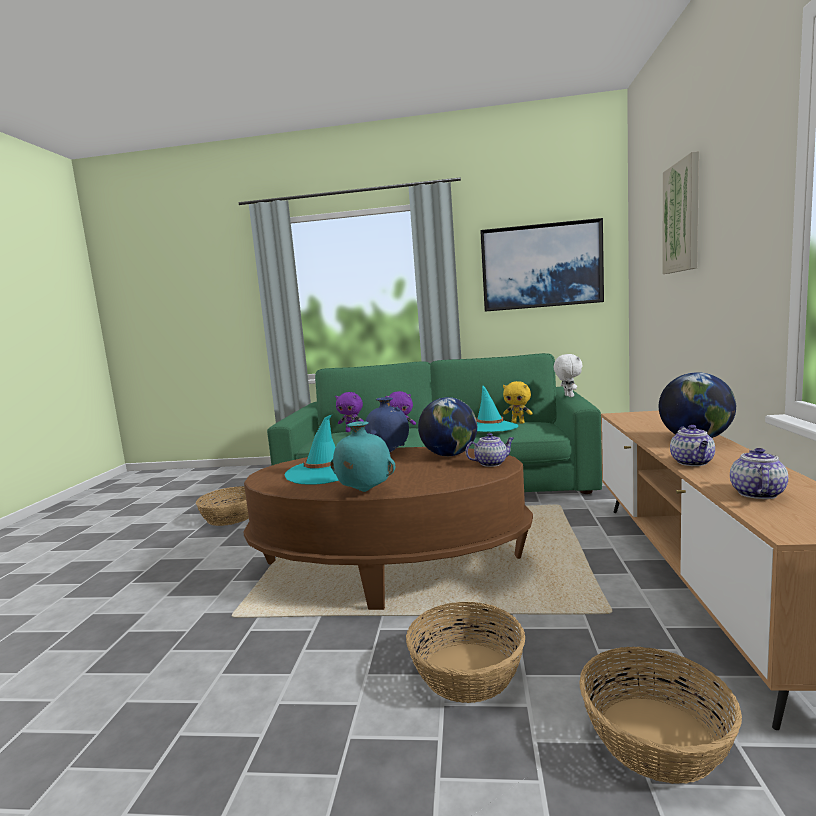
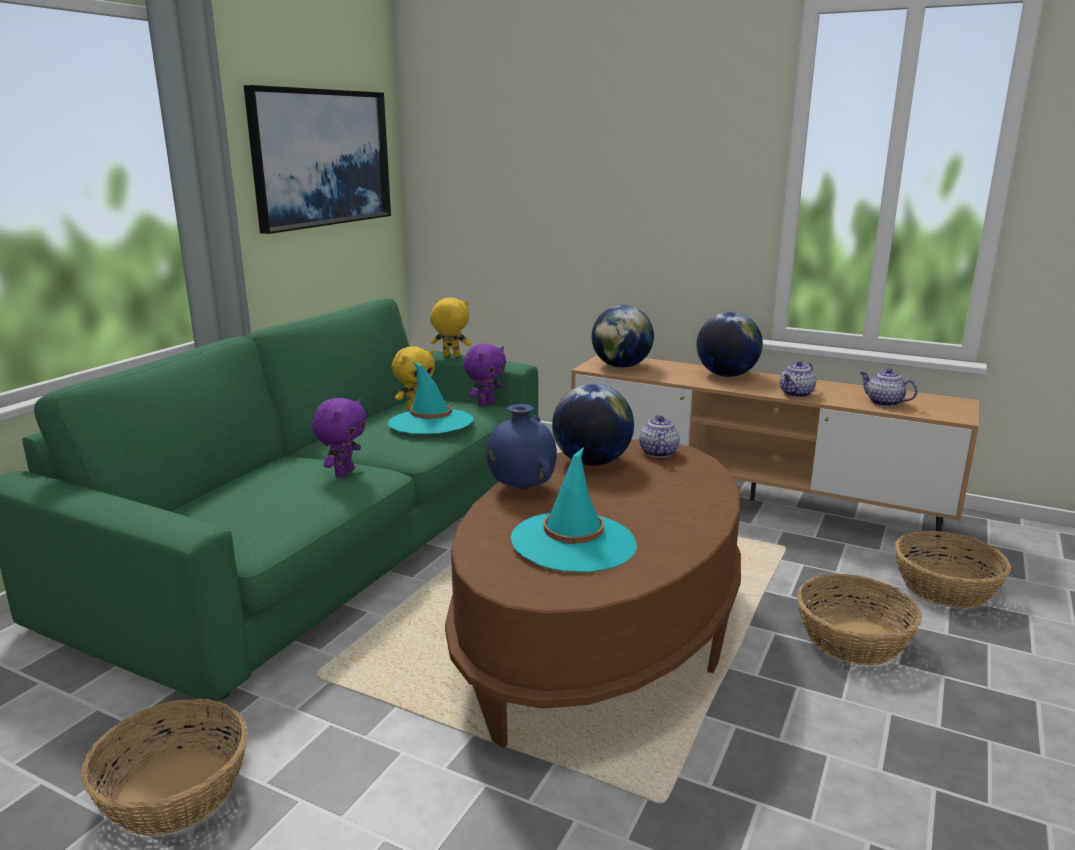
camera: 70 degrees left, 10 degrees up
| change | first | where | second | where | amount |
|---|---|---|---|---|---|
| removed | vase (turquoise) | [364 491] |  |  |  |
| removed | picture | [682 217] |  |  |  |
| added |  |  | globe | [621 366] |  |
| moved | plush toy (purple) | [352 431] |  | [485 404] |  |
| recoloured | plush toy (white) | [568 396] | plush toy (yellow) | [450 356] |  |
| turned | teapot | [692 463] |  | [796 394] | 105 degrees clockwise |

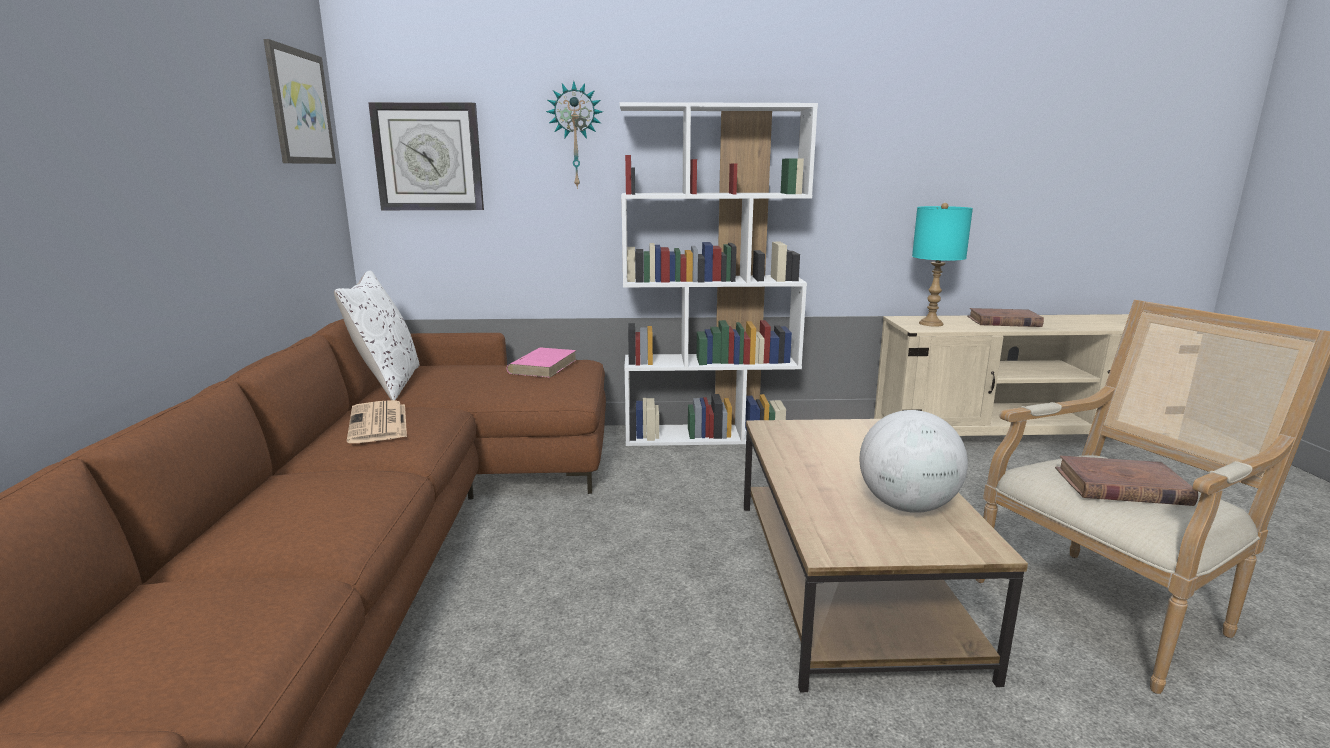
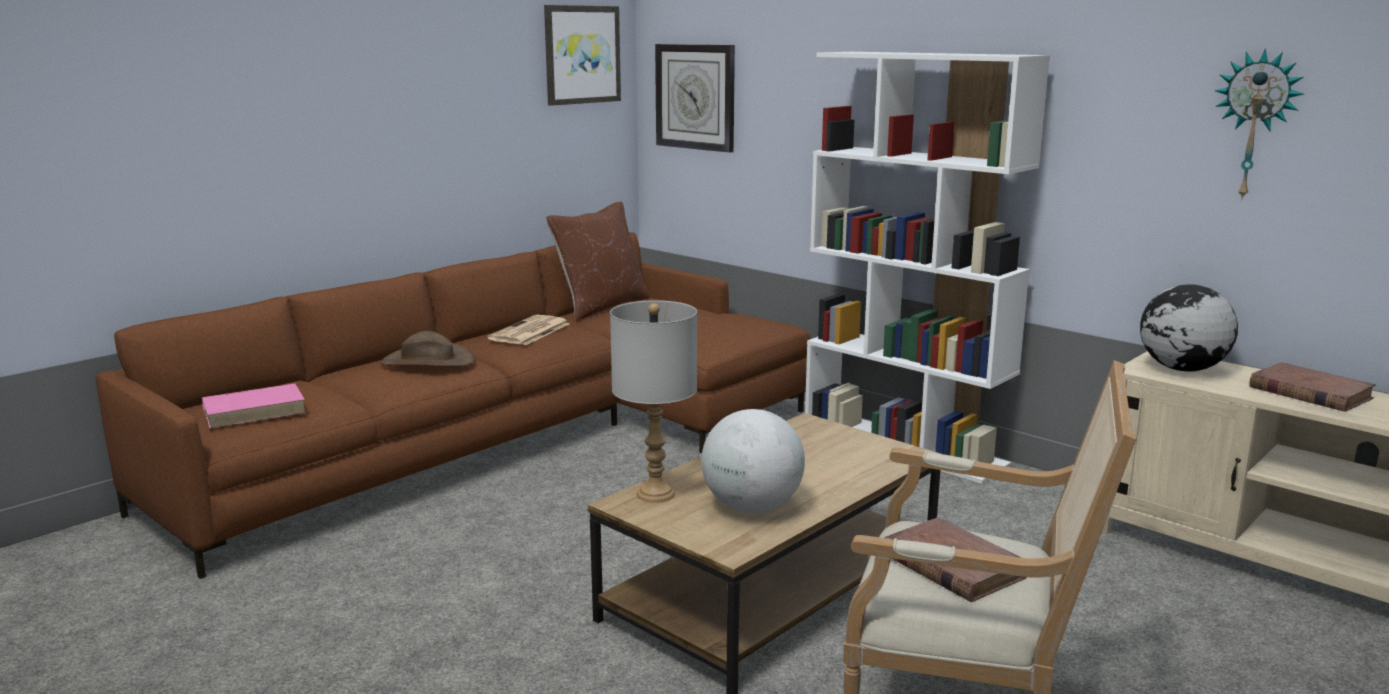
camera: 45 degrees right, 0 degrees up
| change | first | where | second | where | amount |
|---|---|---|---|---|---|
| added |  |  | hat (brown) | [427 362] |  |
| added |  |  | table lamp (grey) | [656 494] |  |
| moved | book (pink) | [543 366] |  | [255 410] |  |
| moved | wall clock | [575 136] |  | [1255 125] |  |
| replaced | table lamp (turquoise) | [930 324] | globe | [1181 369] |  |
| recoloured | pillow (white) | [387 383] | pillow (brown) | [601 306] |  |

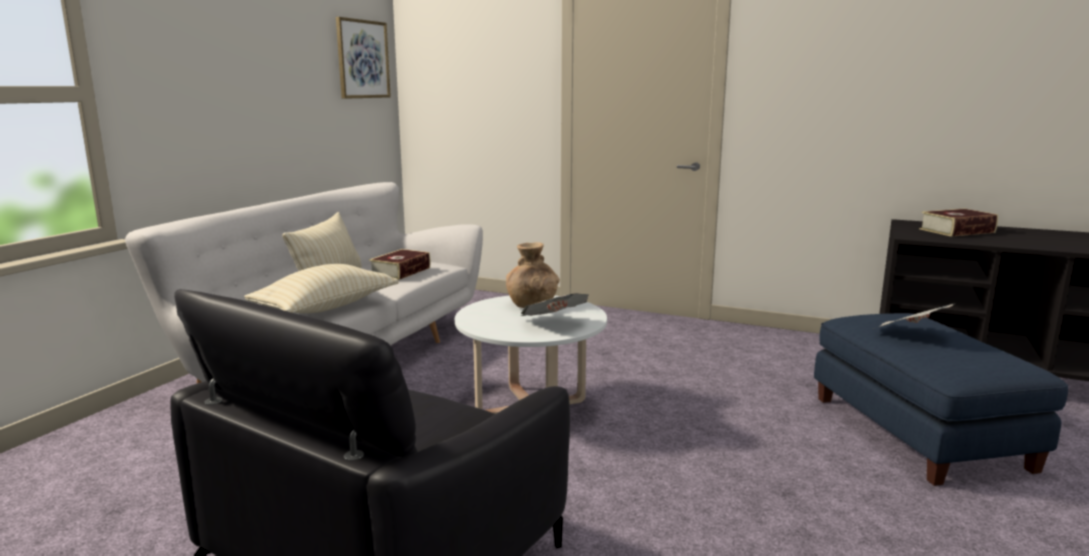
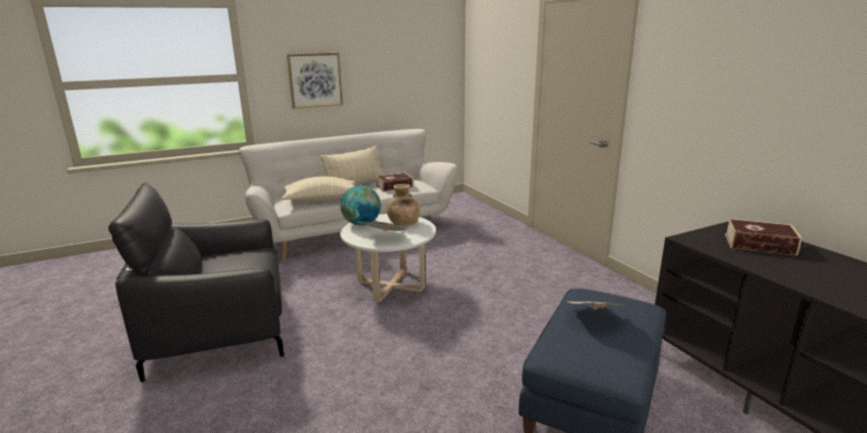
camera: 40 degrees right, 5 degrees up
| change | first | where | second | where | amount |
|---|---|---|---|---|---|
| added |  |  | globe | [361 224] |  |
| moved | picture | [362 59] |  | [315 80] |  |

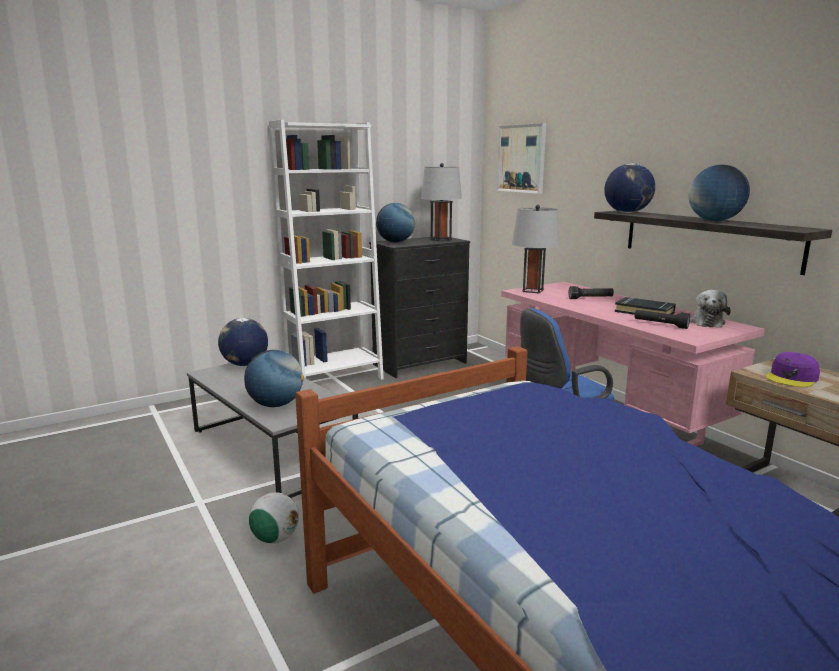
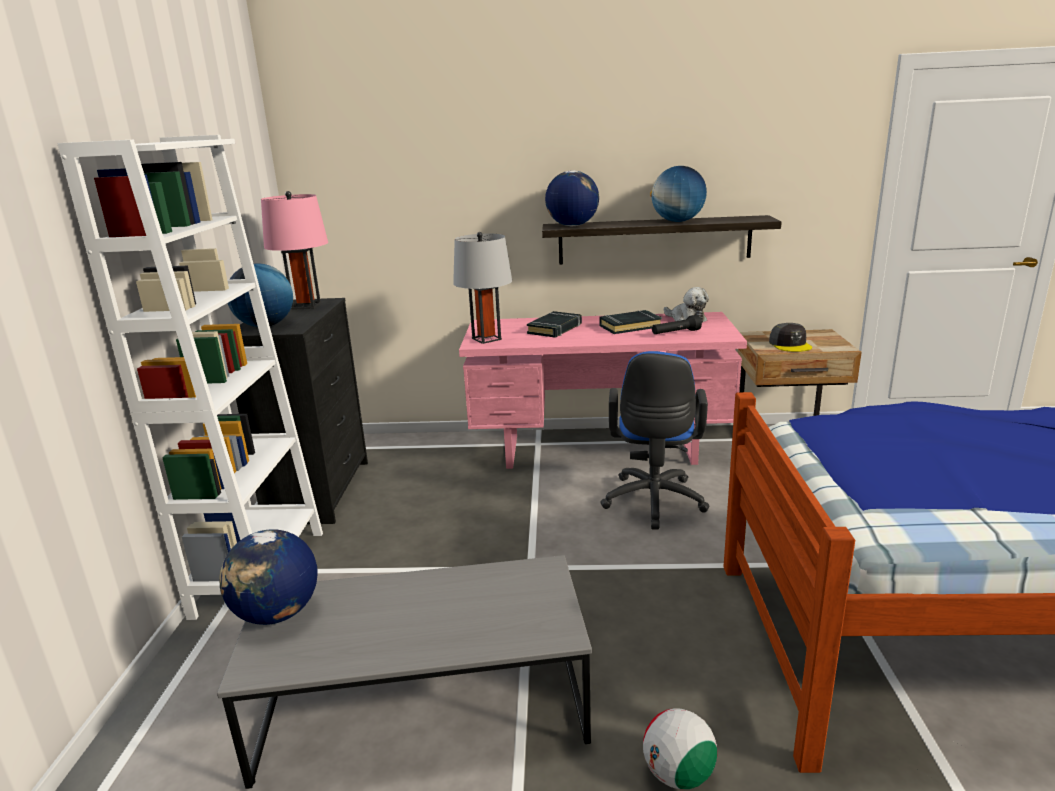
camera: 55 degrees left, 5 degrees up
| change | first | where | second | where | amount |
|---|---|---|---|---|---|
| removed | globe | [275 405] |  |  |  |
| removed | picture | [521 158] |  |  |  |
| replaced | flashlight (black) | [590 298] | book (black) | [555 329] |  |
| recoloured | table lamp (grey) | [440 240] | table lamp (pink) | [306 306] |  |
| recoloured | cap (purple) | [792 378] | cap (grey) | [790 345] |  |

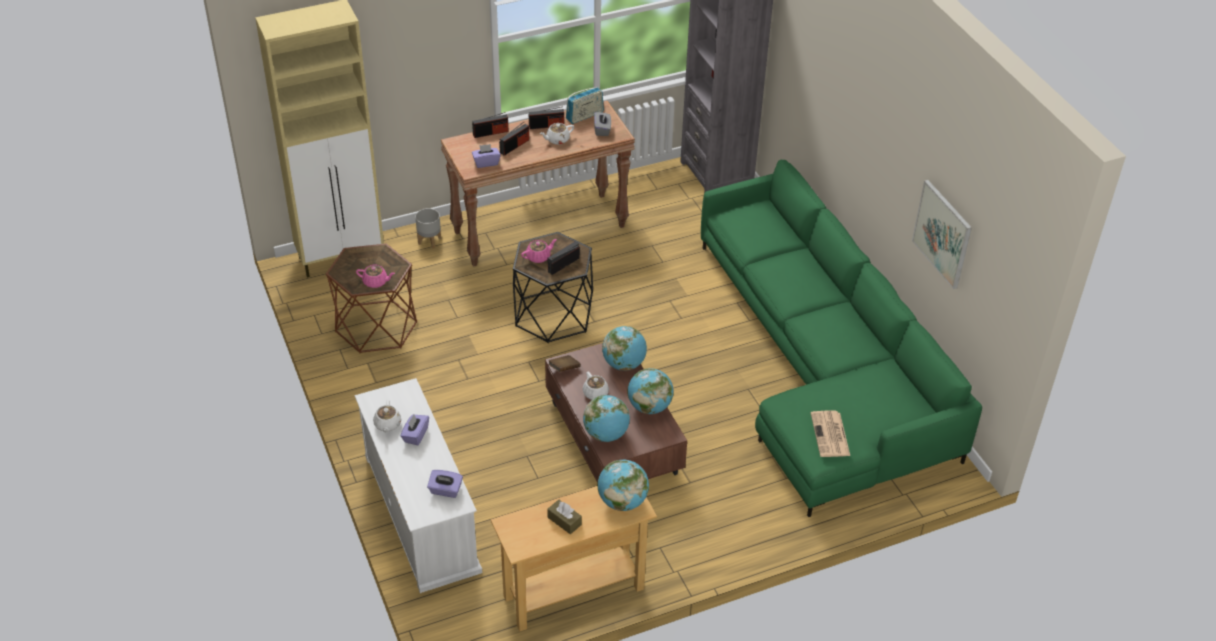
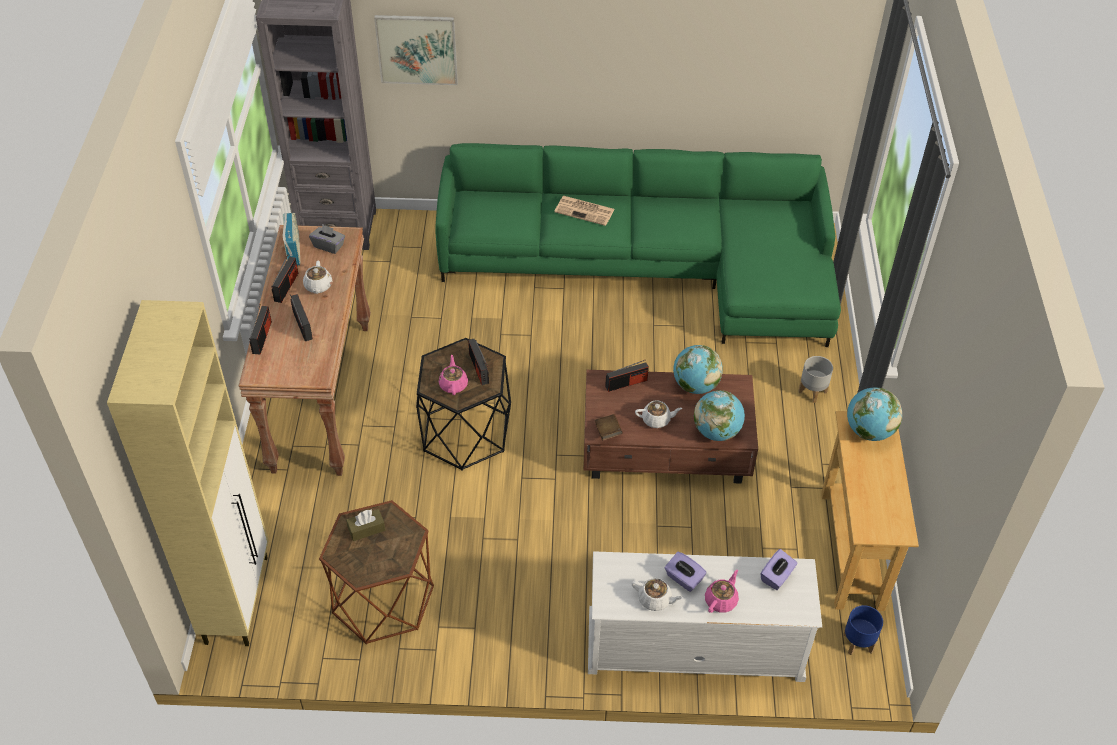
camera: 65 degrees left, 5 degrees up
| change | first | where | second | where | amount |
|---|---|---|---|---|---|
| removed | tissue box (purple) | [486 162] |  |  |  |
| added |  |  | planter (blue) | [858 643] |  |
| moved | teapot (pink) | [376 282] |  | [721 600] |  |
| moved | planter (grey) | [429 240] |  | [812 391] |  |
| moved | tissue box (brown) | [564 521] |  | [366 529] |  |
| moved | newspaper | [830 435] |  | [585 211] |  |
| moved | picture | [942 233] |  | [417 49] |  |
| replaced | globe | [624 364] | radio | [626 383] |  |

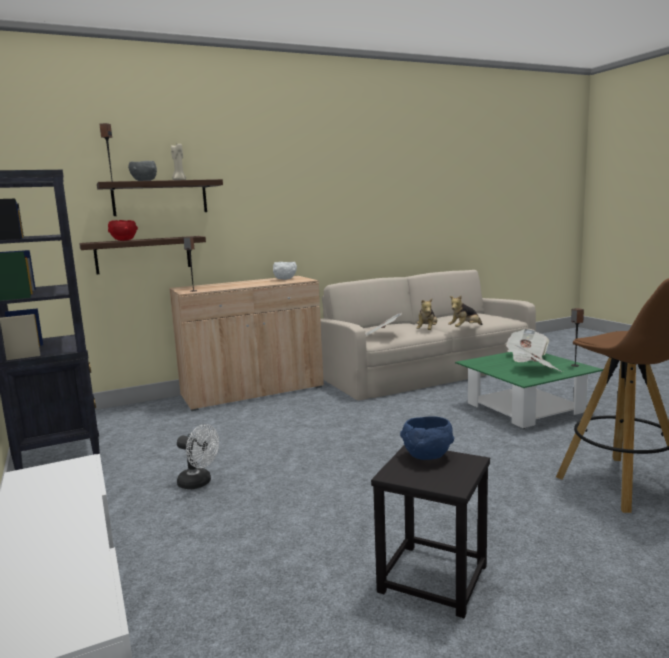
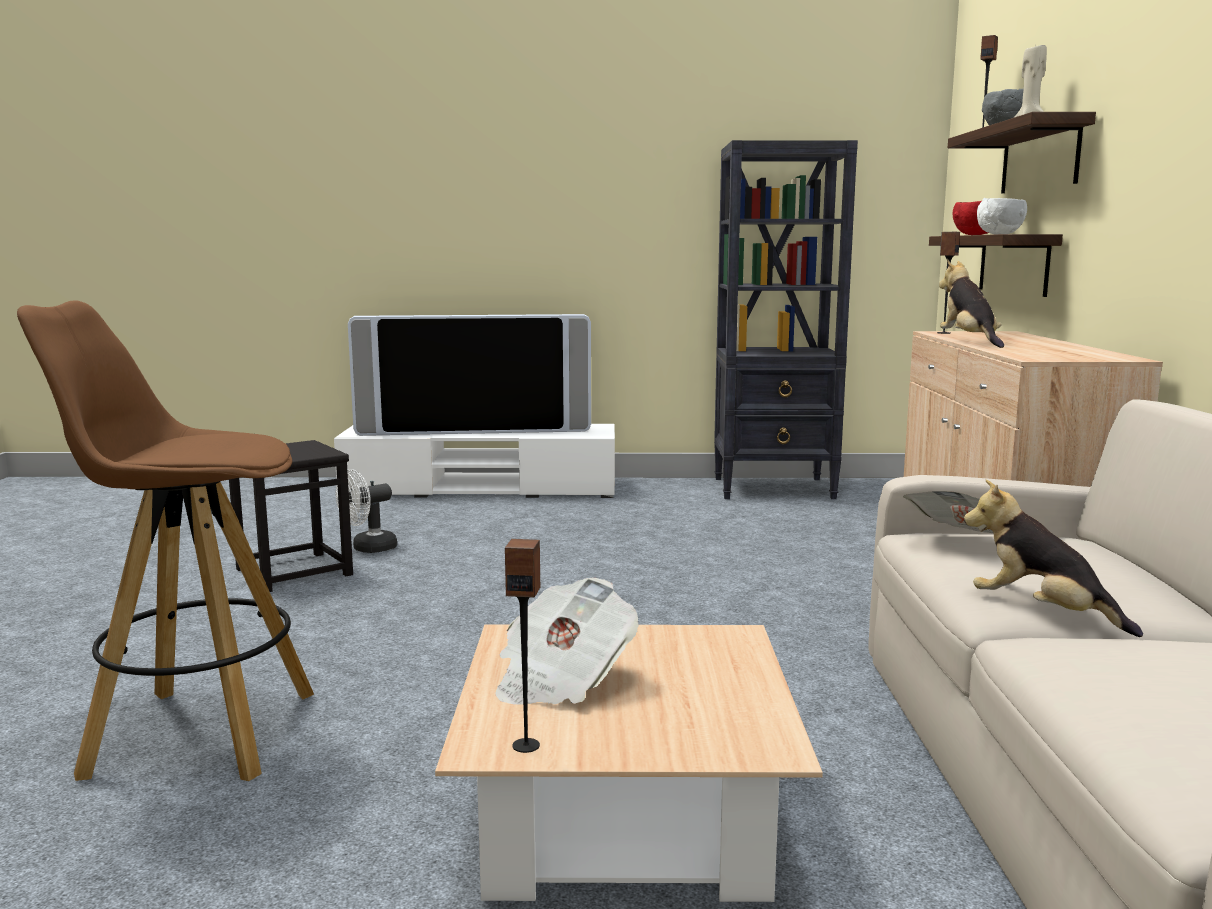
camera: 115 degrees right, 0 degrees up
| change | first | where | second | where | amount |
|---|---|---|---|---|---|
| removed | bowl (blue) | [428 456] |  |  |  |
| removed | newspaper | [526 357] |  |  |  |
| added |  |  | television | [474 431] |  |
| moved | fan (white) | [199 483] |  | [368 549] |  |
| moved | bowl (white) | [285 279] |  | [999 234] |  |
| moved | plush toy | [465 328] |  | [969 342] |  |
| recoloured | coffee table (green) | [524 408] | coffee table (beige) | [625 819] |  |

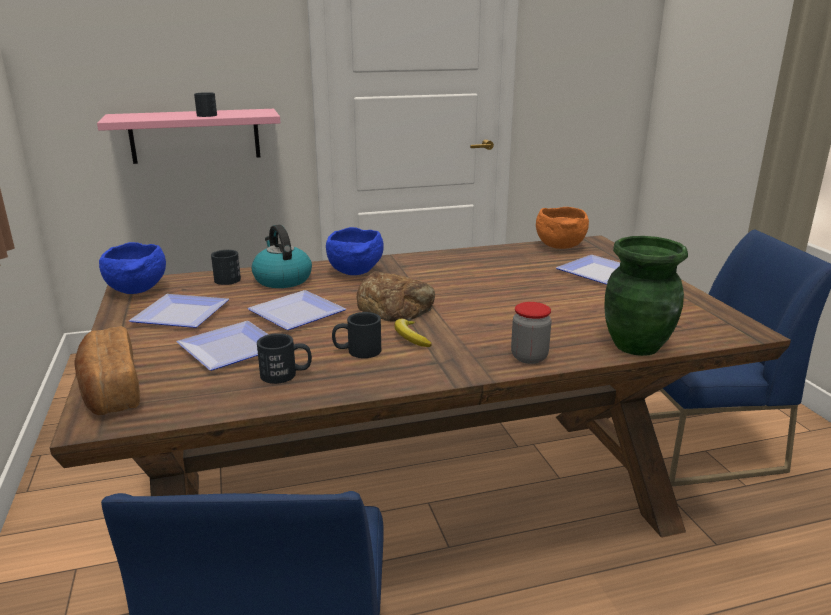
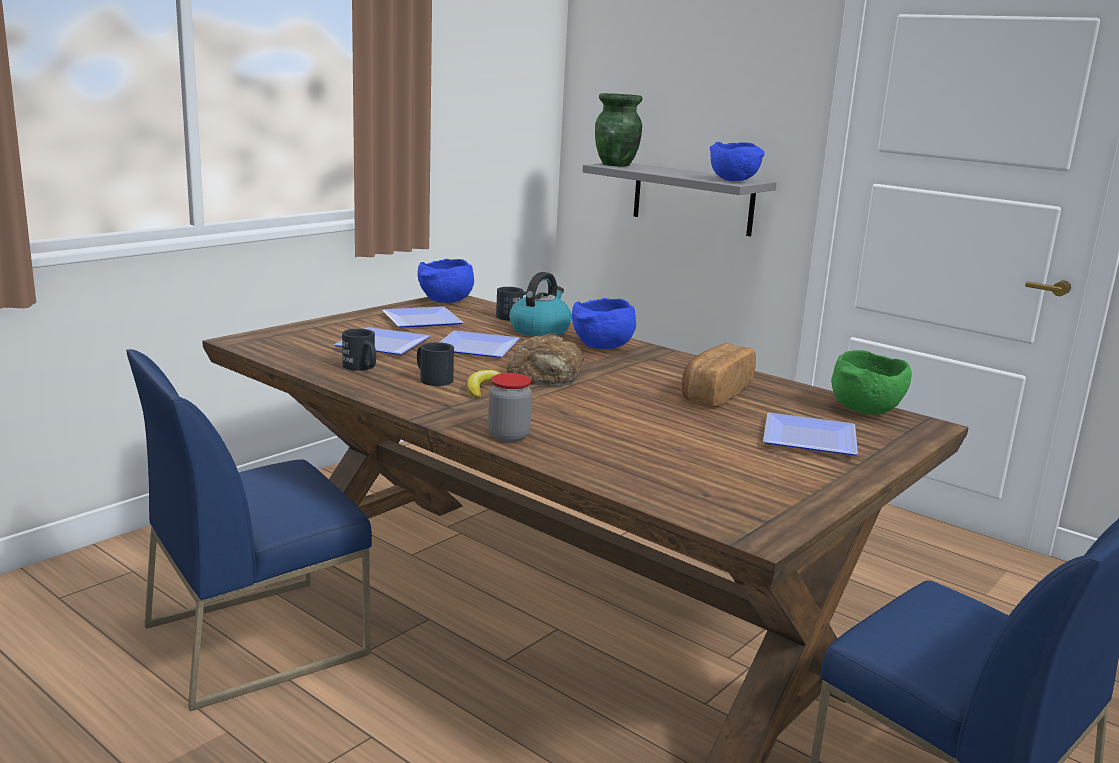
camera: 55 degrees right, 5 degrees down
| change | first | where | second | where | amount |
|---|---|---|---|---|---|
| removed | mug (black) | [206 115] |  |  |  |
| added |  |  | bowl (blue) | [734 181] |  |
| moved | bread | [110 390] |  | [714 393] |  |
| moved | vase (green) | [637 345] |  | [616 164] |  |
| recoloured | shelf (pink) | [195 136] | shelf (grey) | [692 198] |  |
| recoloured | bowl (orange) | [559 246] | bowl (green) | [866 410] |  |

